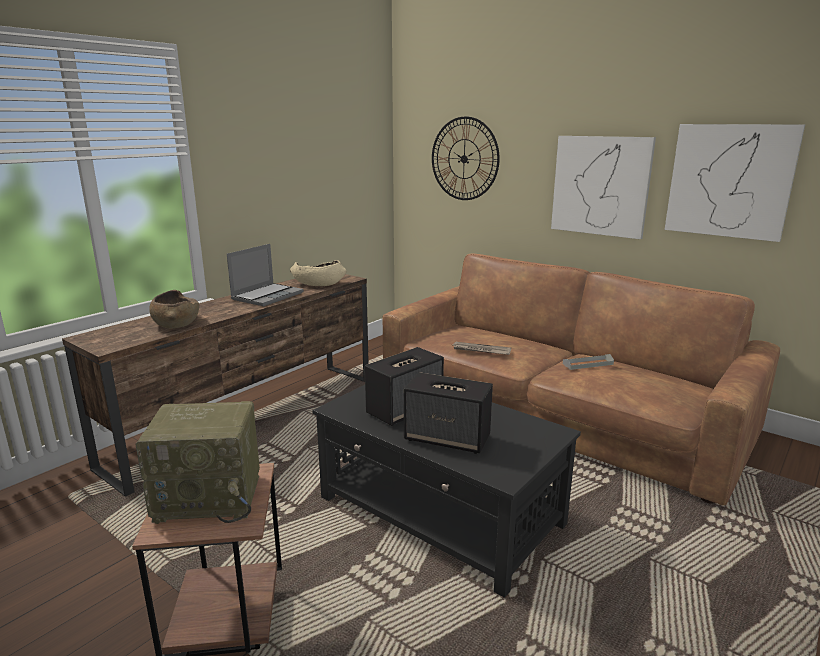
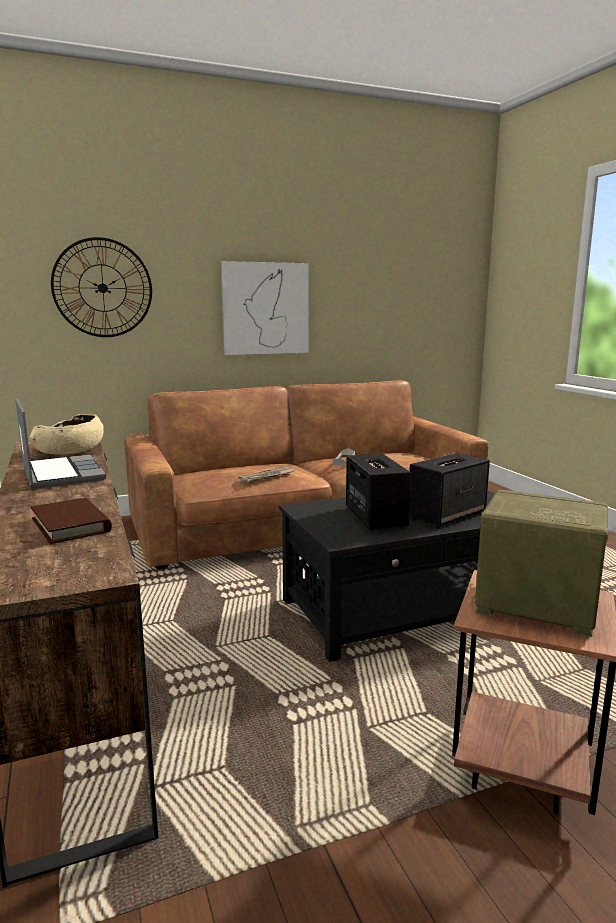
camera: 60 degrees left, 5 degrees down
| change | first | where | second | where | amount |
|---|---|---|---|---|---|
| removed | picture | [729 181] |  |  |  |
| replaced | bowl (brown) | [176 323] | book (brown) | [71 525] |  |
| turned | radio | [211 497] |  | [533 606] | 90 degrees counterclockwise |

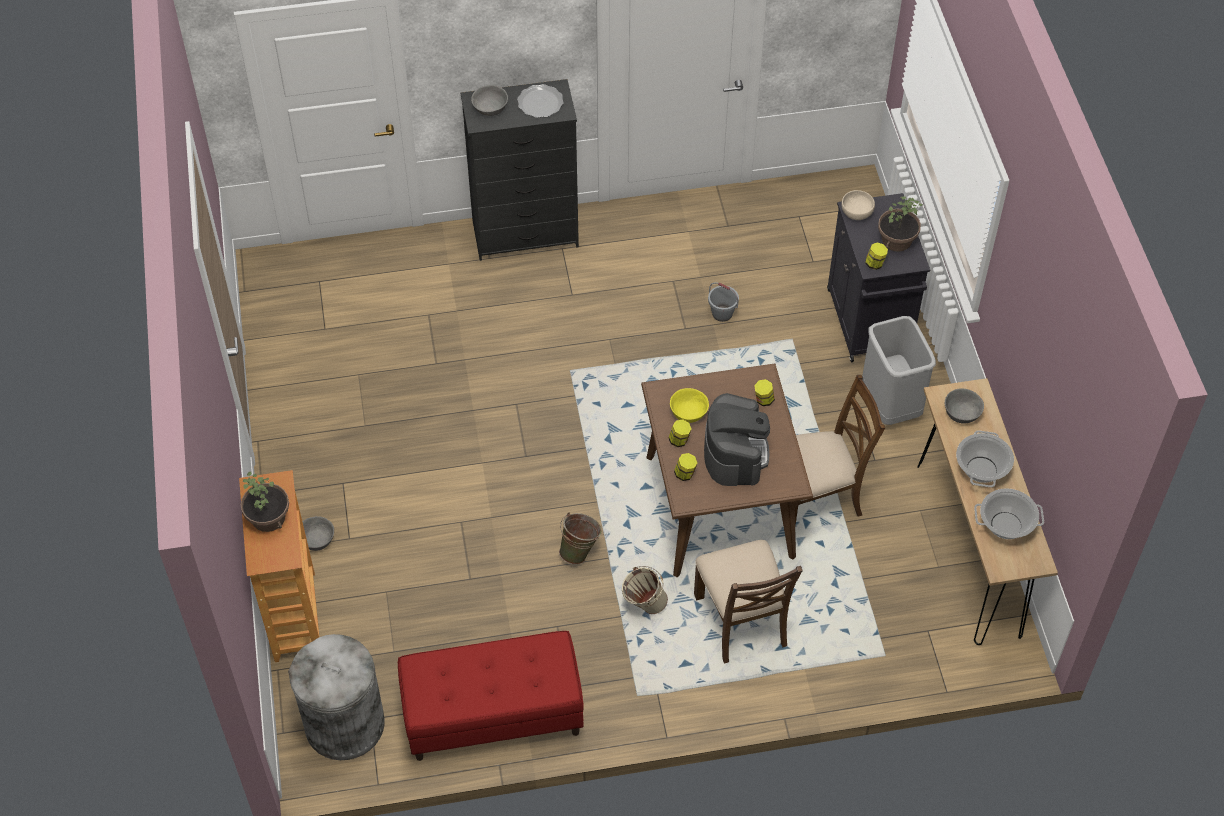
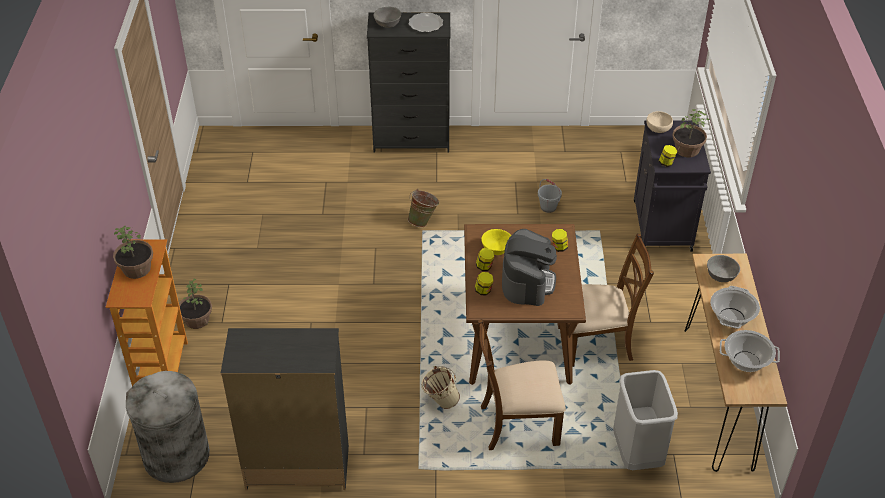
camera: 10 degrees right, 10 degrees down
| change | first | where | second | where | amount |
|---|---|---|---|---|---|
| moved | bucket (green) | [580 551] |  | [423 221] |  |
| moved | trash can (grey) | [889 405] |  | [636 453] |  |
| replaced | bowl (grey) | [316 540] | potted plant | [196 320] |  |
| replaced | bench (red) | [493 717] | dresser (black) | [296 467] |  |
| turned | chair (brown) | [742 621] |  | [518 425] | 90 degrees clockwise |

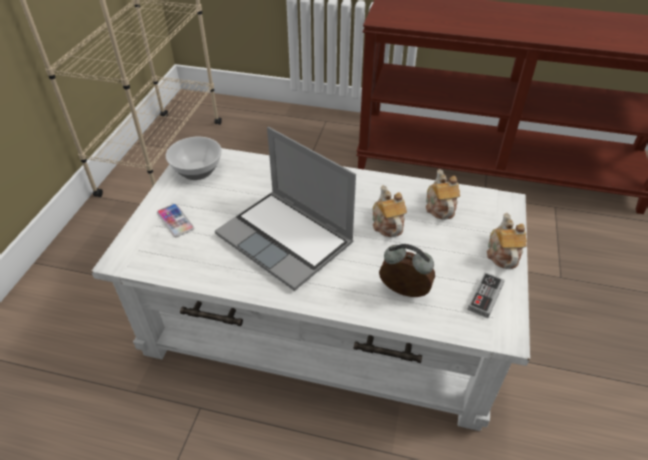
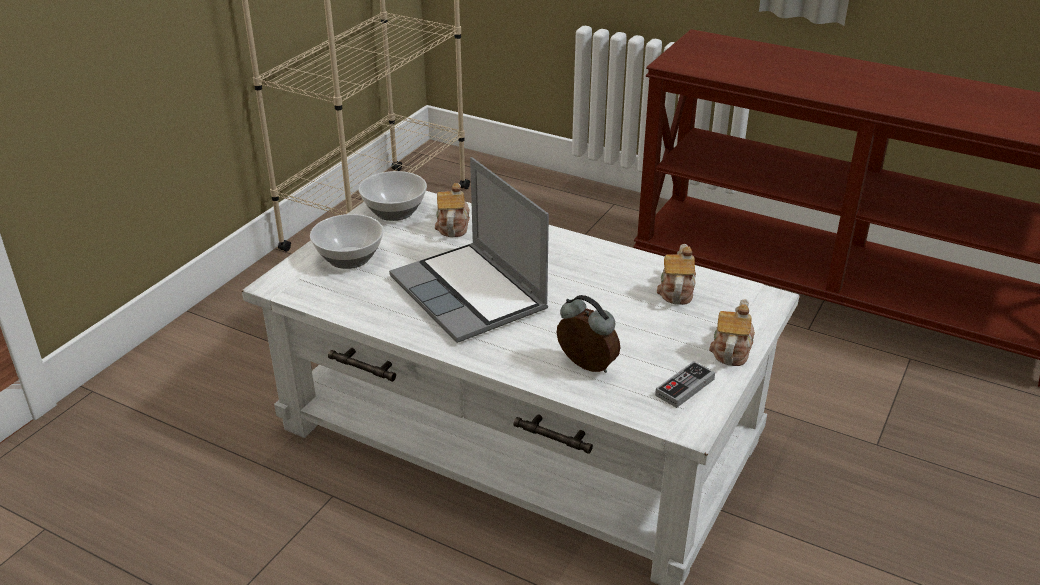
camera: 15 degrees right, 10 degrees down
| change | first | where | second | where | amount |
|---|---|---|---|---|---|
| moved | teapot | [387 224] |  | [452 226] |  |
| replaced | phone | [175 221] | bowl | [350 257] |  |

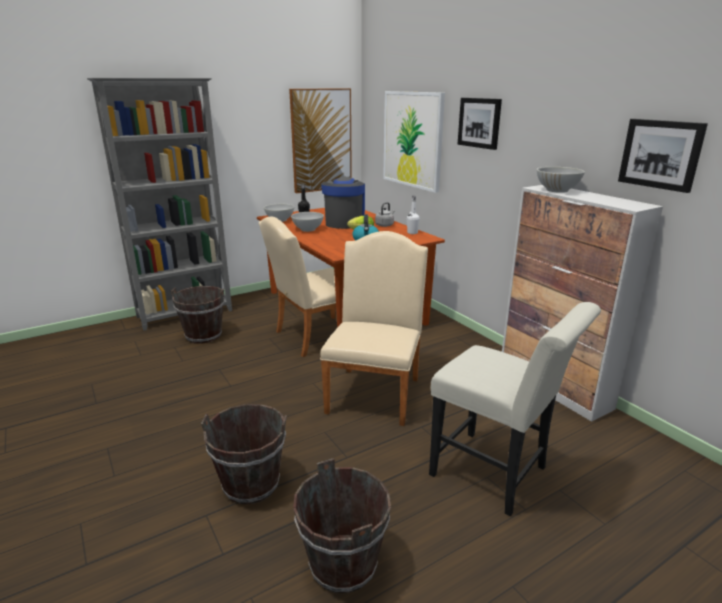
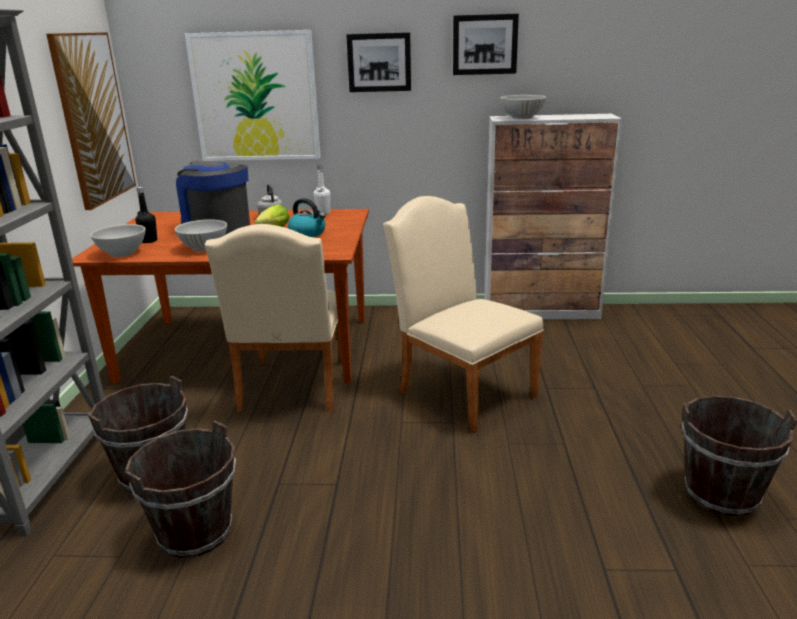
camera: 55 degrees left, 0 degrees up
| change | first | where | second | where | amount |
|---|---|---|---|---|---|
| removed | chair (white) | [496 475] |  |  |  |
| moved | bucket (brown) | [251 484] |  | [195 533] |  |
| moved | picture | [660 154] |  | [484 44] |  |

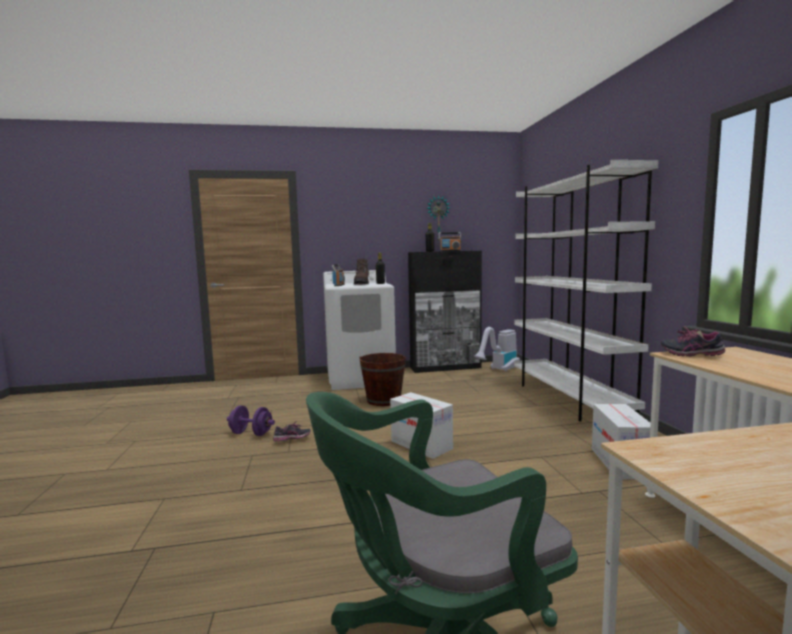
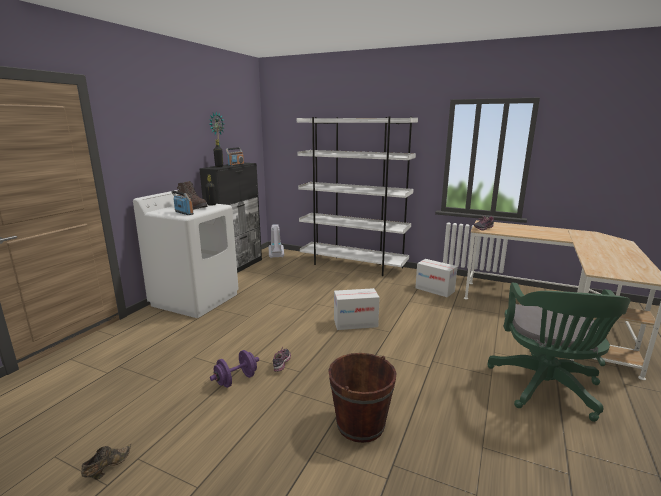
camera: 55 degrees left, 10 degrees up
| change | first | where | second | where | amount |
|---|---|---|---|---|---|
| added |  |  | shoe (brown) | [107 468] |  |
| moved | bucket (brown) | [383 400] |  | [360 424] |  |

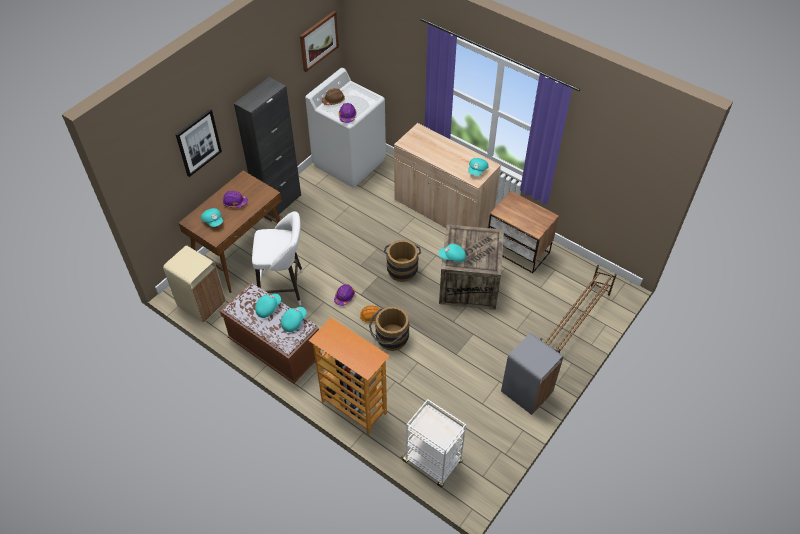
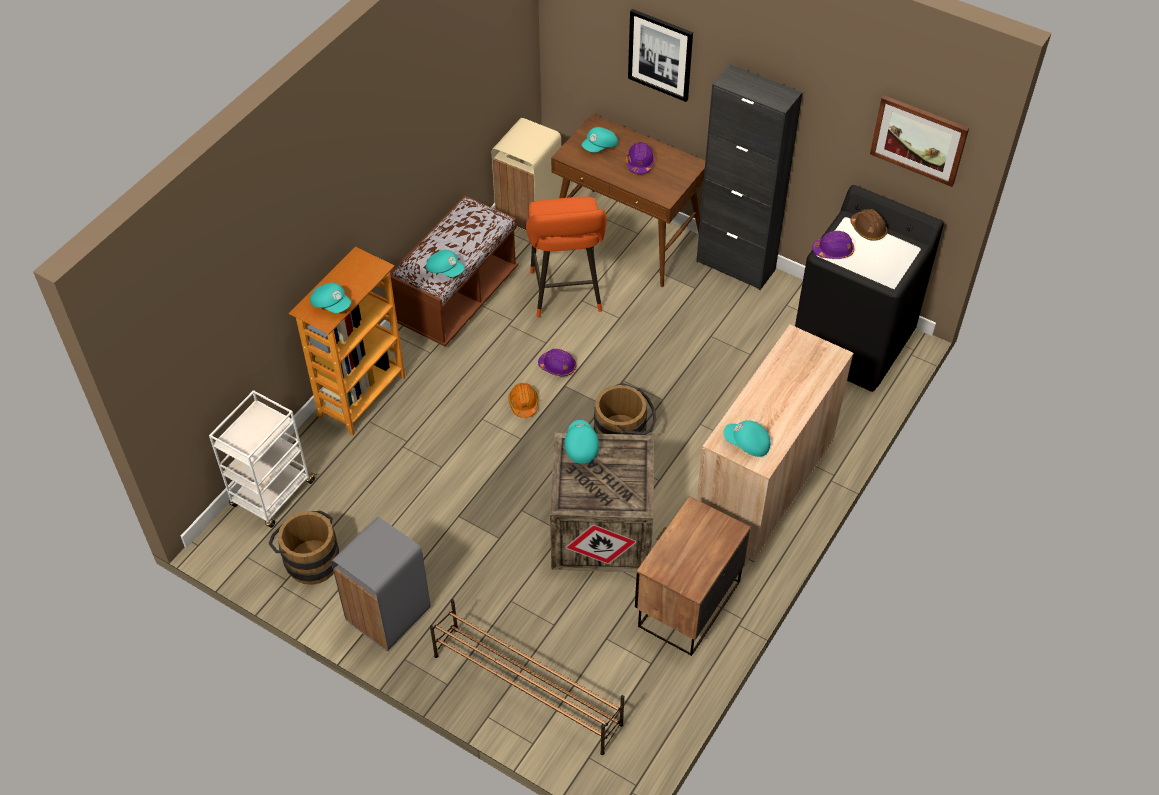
camera: 85 degrees right, 0 degrees up
| change | first | where | second | where | amount |
|---|---|---|---|---|---|
| moved | cap (turquoise) | [268 308] |  | [331 304] |  |
| moved | bucket (brown) | [389 339] |  | [309 559] |  |
| recoloured | stool (white) | [285 288] | stool (orange) | [566 295] |  |
| recoloured | washing machine (white) | [349 162] | washing machine (black) | [853 344] |  |

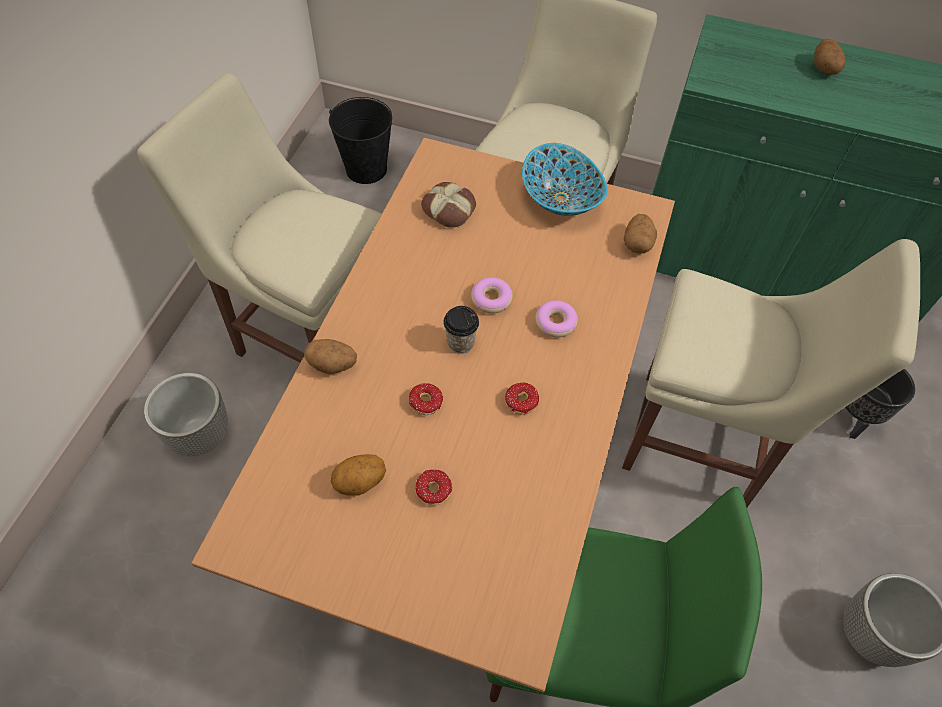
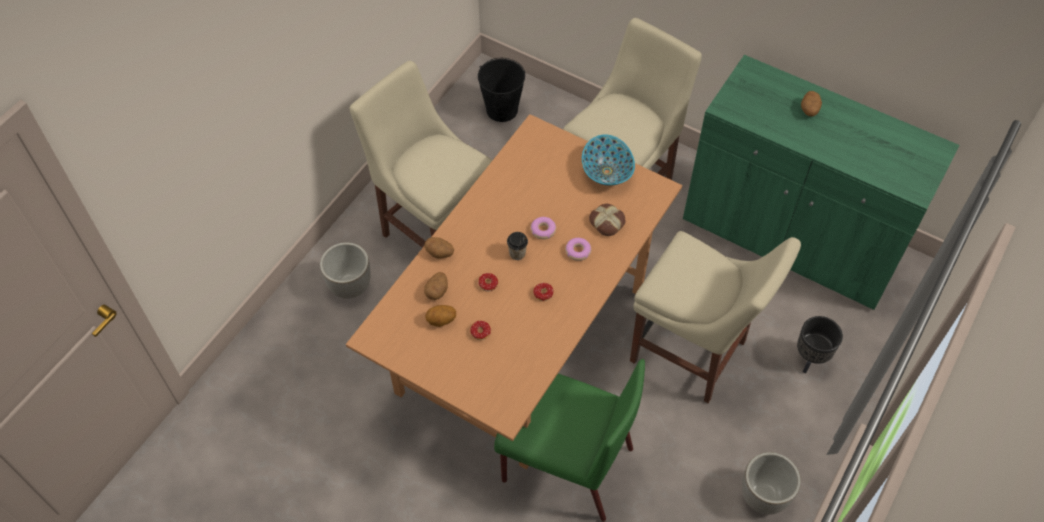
camera: 15 degrees right, 0 degrees up
| change | first | where | second | where | amount |
|---|---|---|---|---|---|
| moved | bread | [449 209] |  | [607 222] |  |
| moved | potato | [637 243] |  | [437 291] |  |

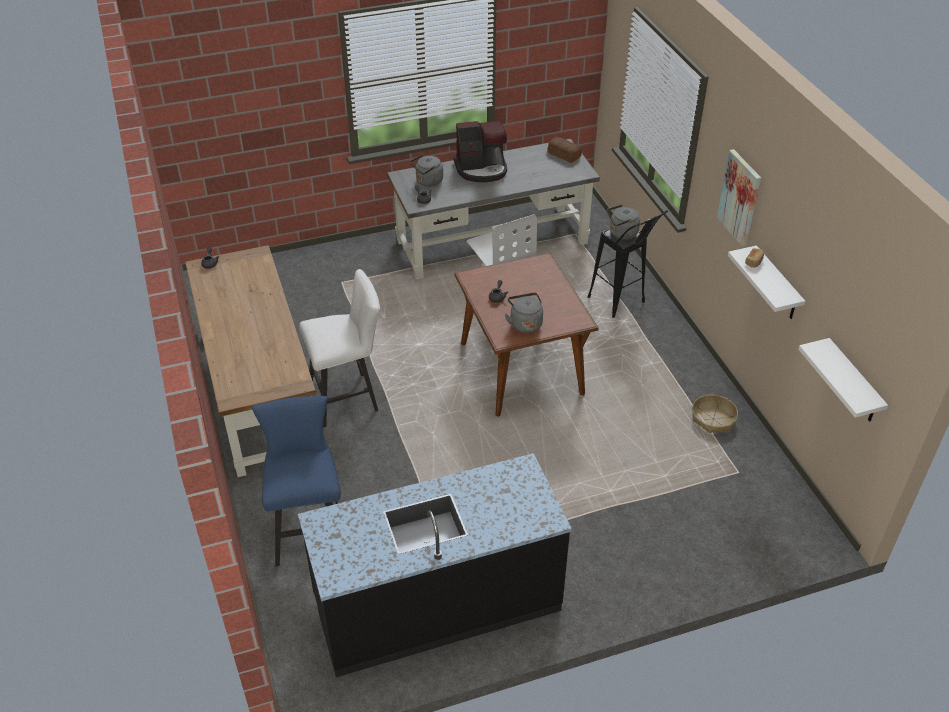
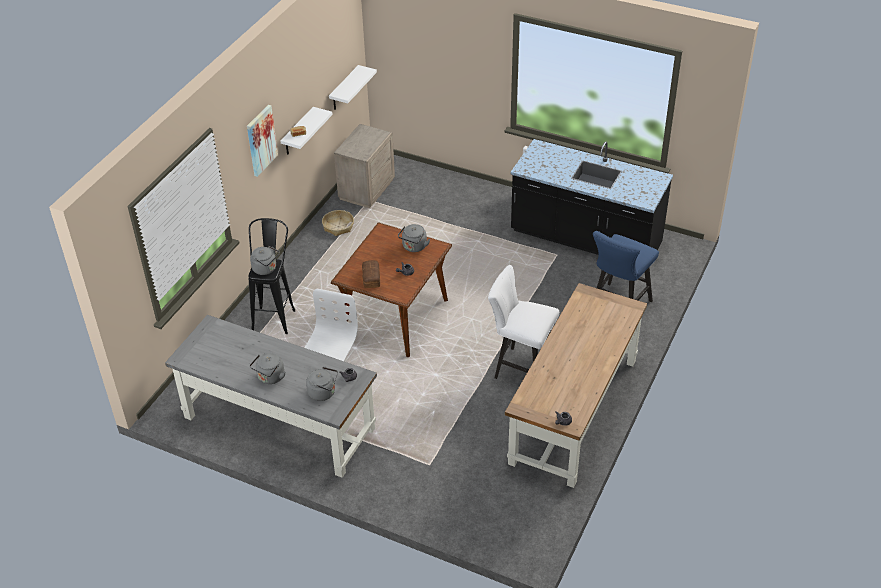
camera: 135 degrees left, 0 degrees up
| change | first | where | second | where | amount |
|---|---|---|---|---|---|
| added |  |  | nightstand (beige) | [366 189] |  |
| moved | bread | [564 154] |  | [370 278] |  |
| replaced | coffee machine | [481 169] | kettle (grey) | [270 378] |  |

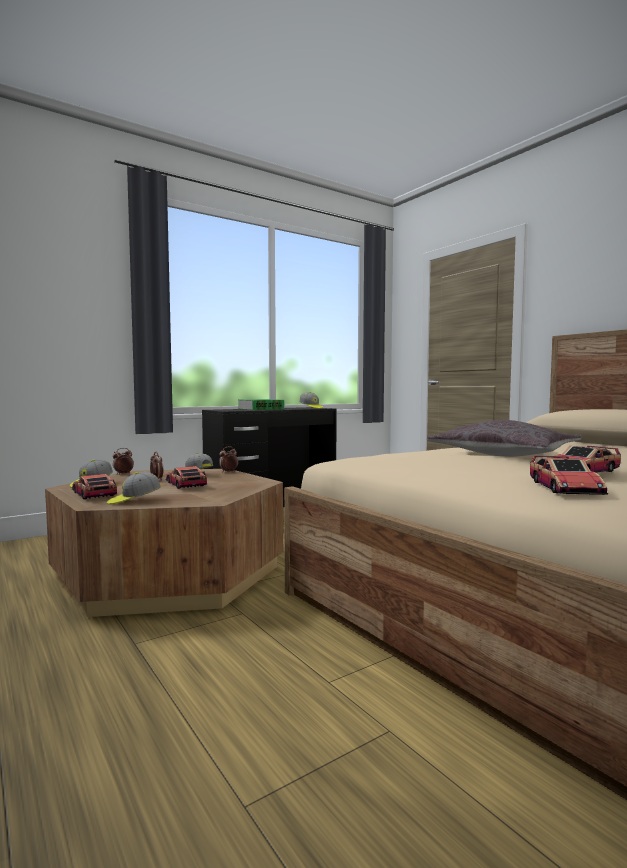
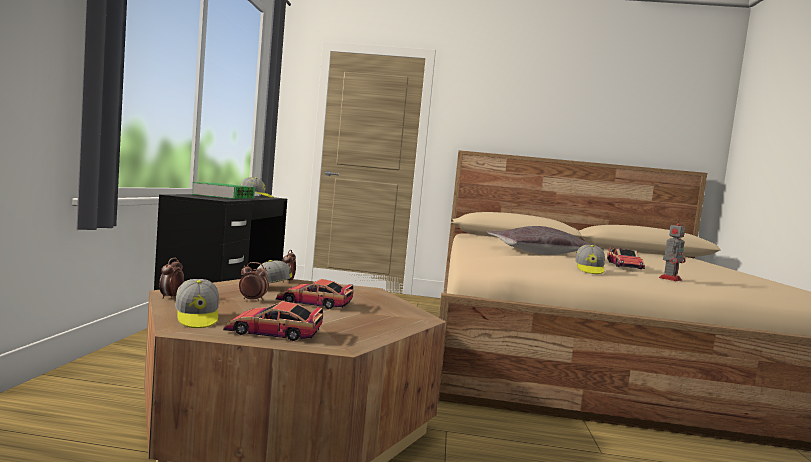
camera: 50 degrees left, 0 degrees up
| change | first | where | second | where | amount |
|---|---|---|---|---|---|
| moved | cap | [134 500] |  | [589 270] |  |
| replaced | toy car | [565 488] | toy robot | [670 279] |  |

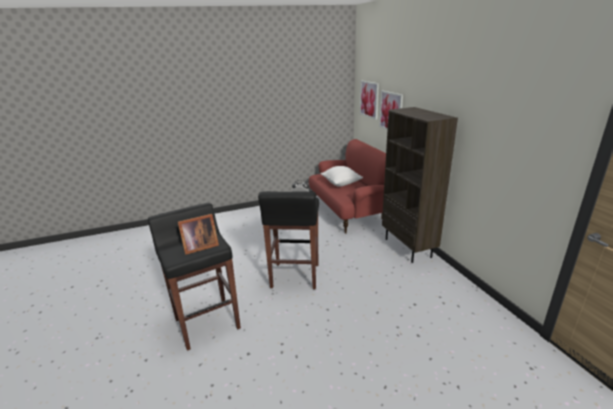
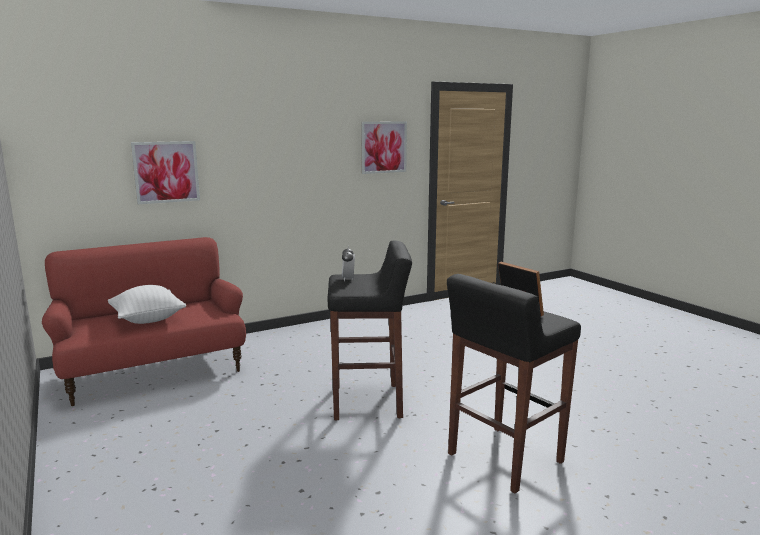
camera: 100 degrees left, 10 degrees down
| change | first | where | second | where | amount |
|---|---|---|---|---|---|
| removed | bookcase (brown) | [408 248] |  |  |  |
| moved | picture | [369 99] |  | [383 147] |  |

